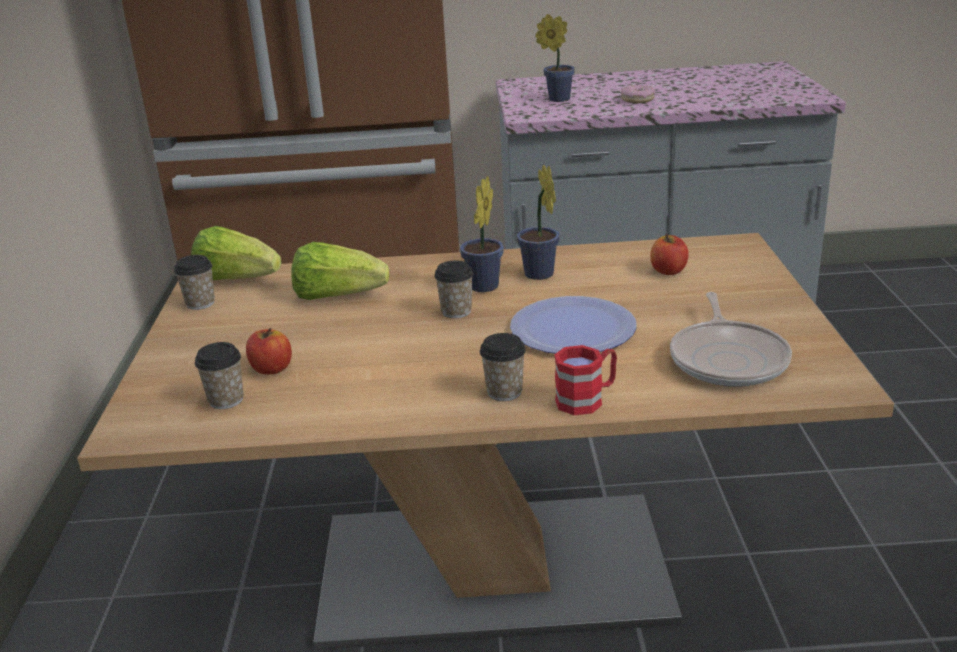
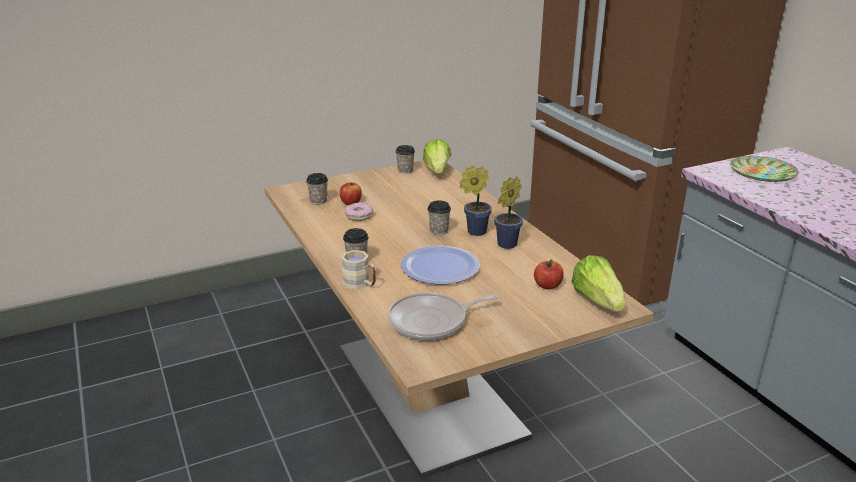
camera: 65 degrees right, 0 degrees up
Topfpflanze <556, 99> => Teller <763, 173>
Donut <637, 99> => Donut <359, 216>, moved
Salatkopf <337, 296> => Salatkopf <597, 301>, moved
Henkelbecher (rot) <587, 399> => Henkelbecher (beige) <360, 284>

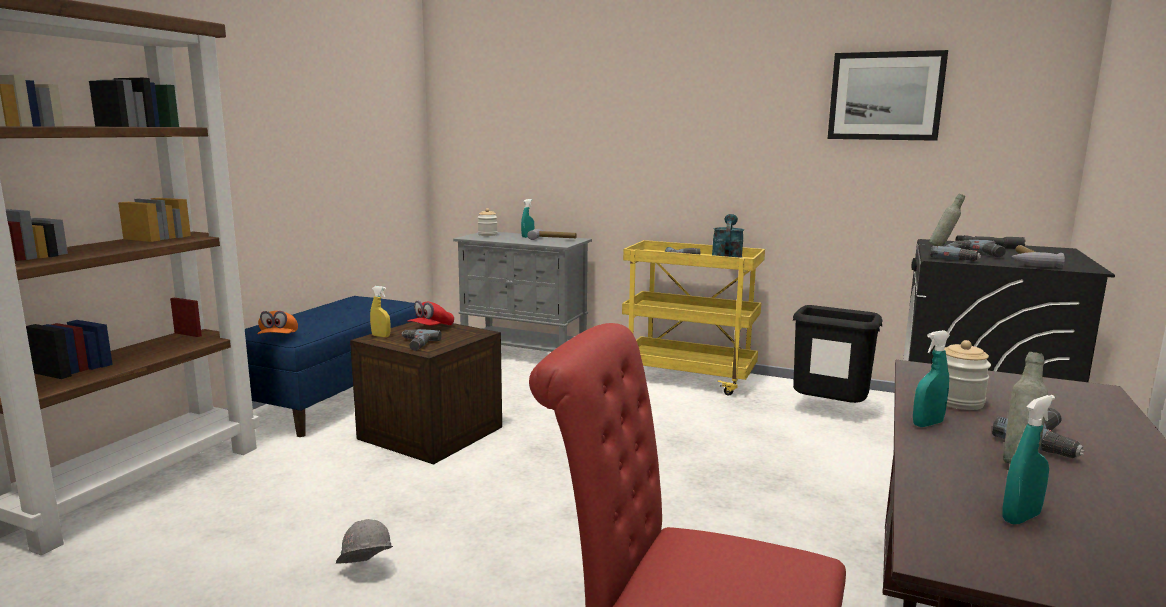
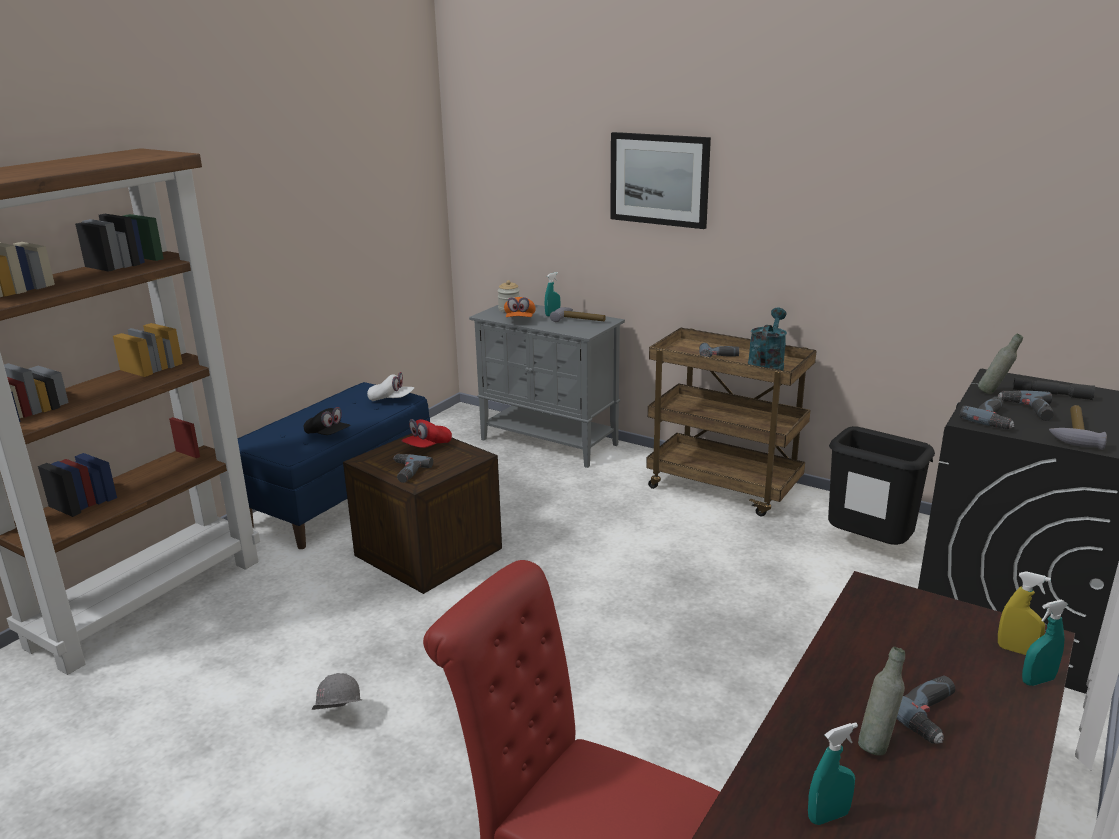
camera: 10 degrees right, 10 degrees up
Bild <885, 96> => Bild <659, 179>, moved
Rollwagen (gelb) <689, 378> => Rollwagen (braun) <725, 488>
Sprühflasche (gelb) <381, 336> => Sprühflasche (gelb) <1016, 650>, moved
Kappe (orange) <278, 338> => Kappe (orange) <520, 320>, moved
Sprühflasche (türkis) <927, 424> => Sprühflasche (türkis) <1037, 680>, moved
Vorratsglas <958, 402> => nothing
nothing => Kappe (weiß) <391, 399>
nothing => Kappe (schwarz) <328, 435>

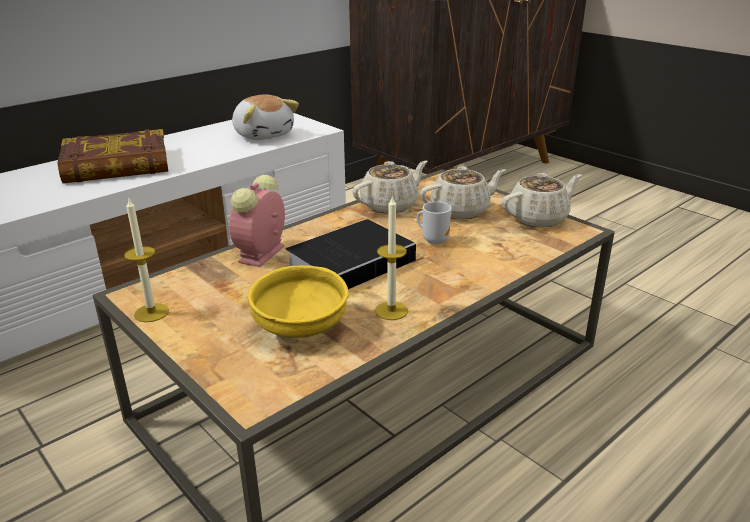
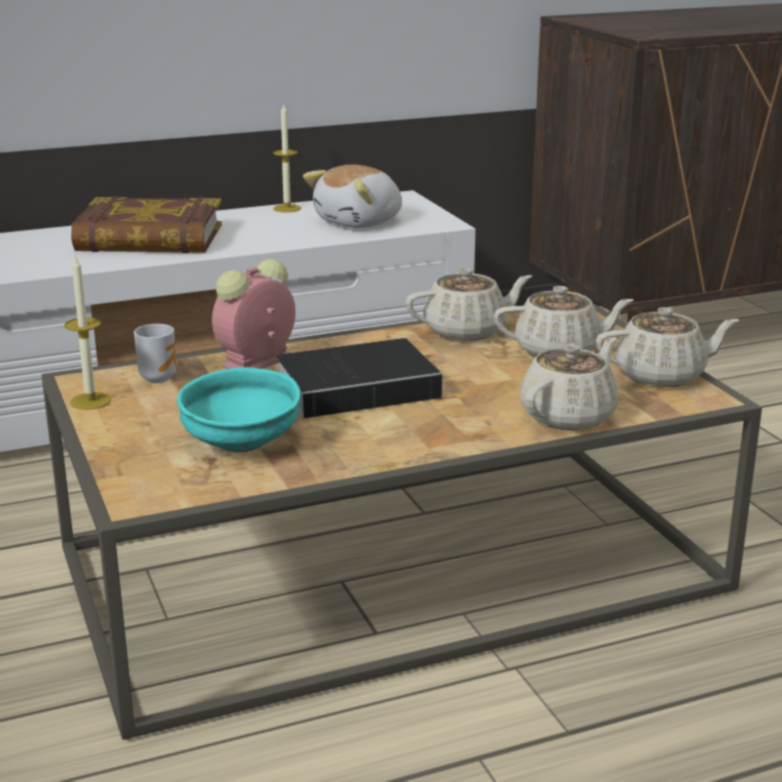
camera: 20 degrees right, 5 degrees down
Plüschtier <264, 135> => Plüschtier <360, 222>, 60 degrees clockwise
Kerze <391, 311> => Kerze <287, 208>, moved
Henkelbecher <434, 240> => Henkelbecher <158, 377>, moved
Schüssel (gelb) <300, 329> => Schüssel (türkis) <240, 444>
nothing => Teekanne (beige) <569, 416>

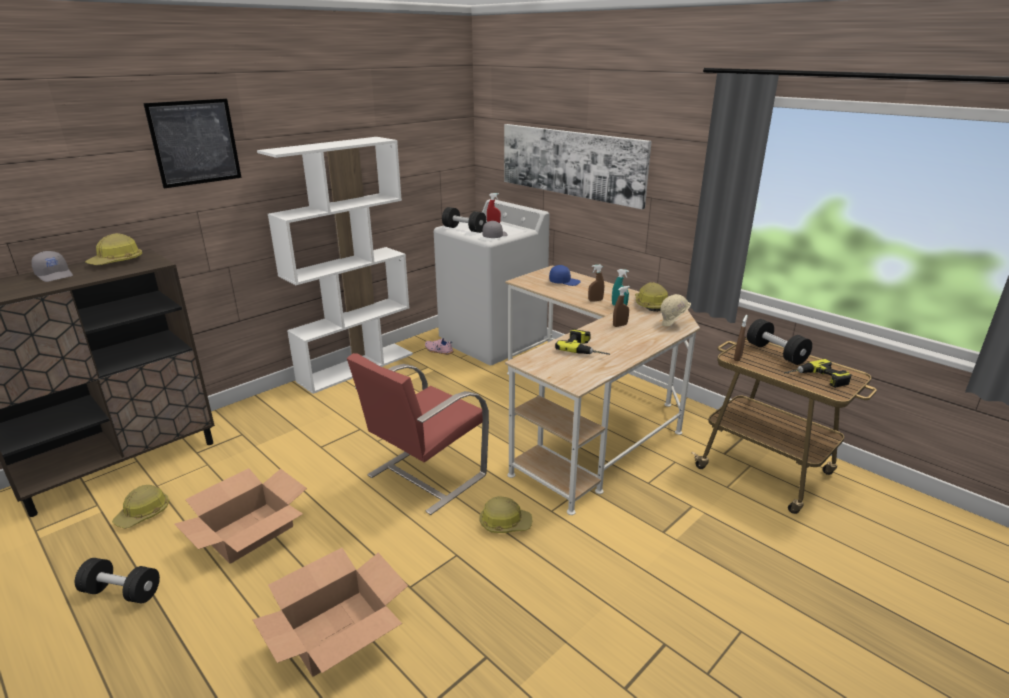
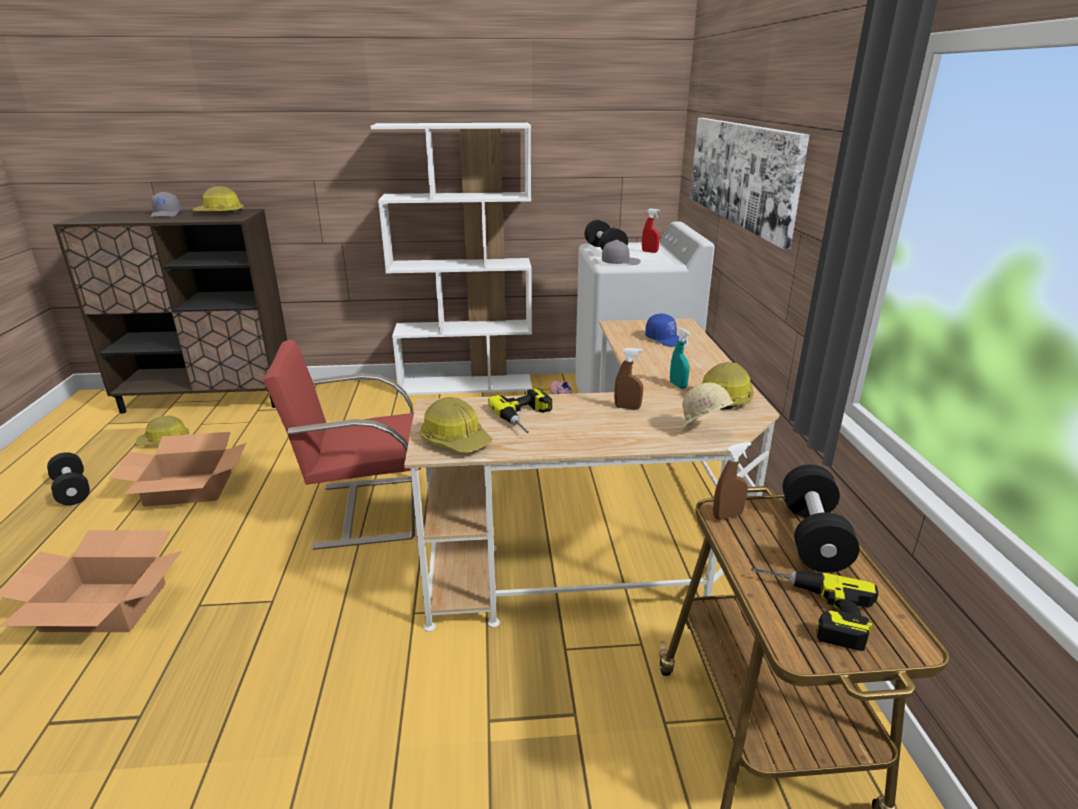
camera: 40 degrees right, 0 degrees up
Bild <195, 142> => nothing
Sprühflasche (braun) <595, 300> => nothing
Schutzhelm <505, 523> => Schutzhelm <455, 440>, moved

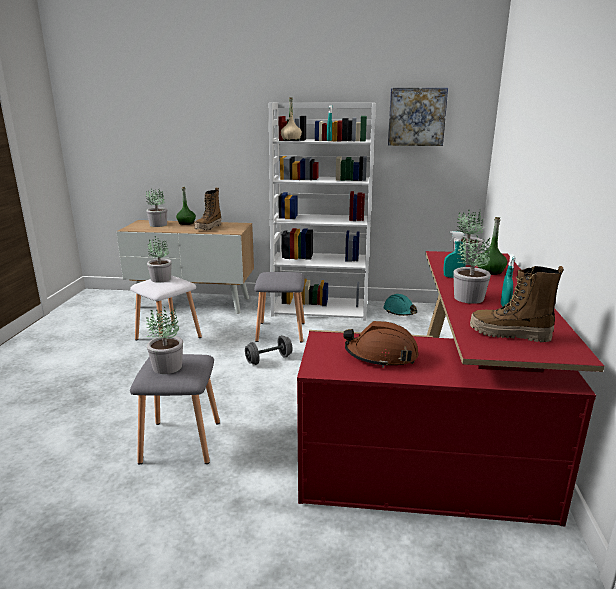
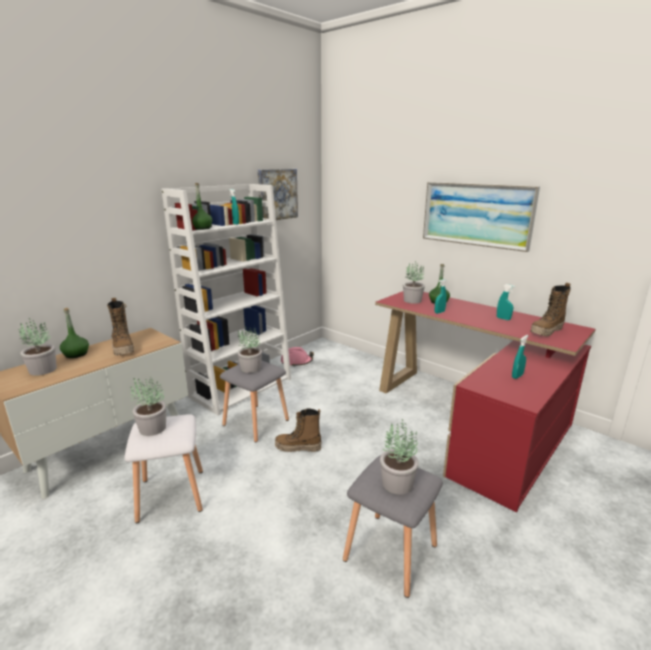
camera: 55 degrees left, 0 degrees up
Flasche (beige) <291, 140> => Flasche (grün) <201, 228>
Topfpflanze <469, 298> => Topfpflanze <250, 368>, moved
Schutzhelm (türkis) <400, 312> => Schutzhelm (rosa) <296, 362>
Schutzhelm (braun) <381, 356> => Sprühflasche (türkis) <517, 376>
Hantel (grau) <269, 359> => Stiefel <298, 448>
nothing => Bild <476, 214>

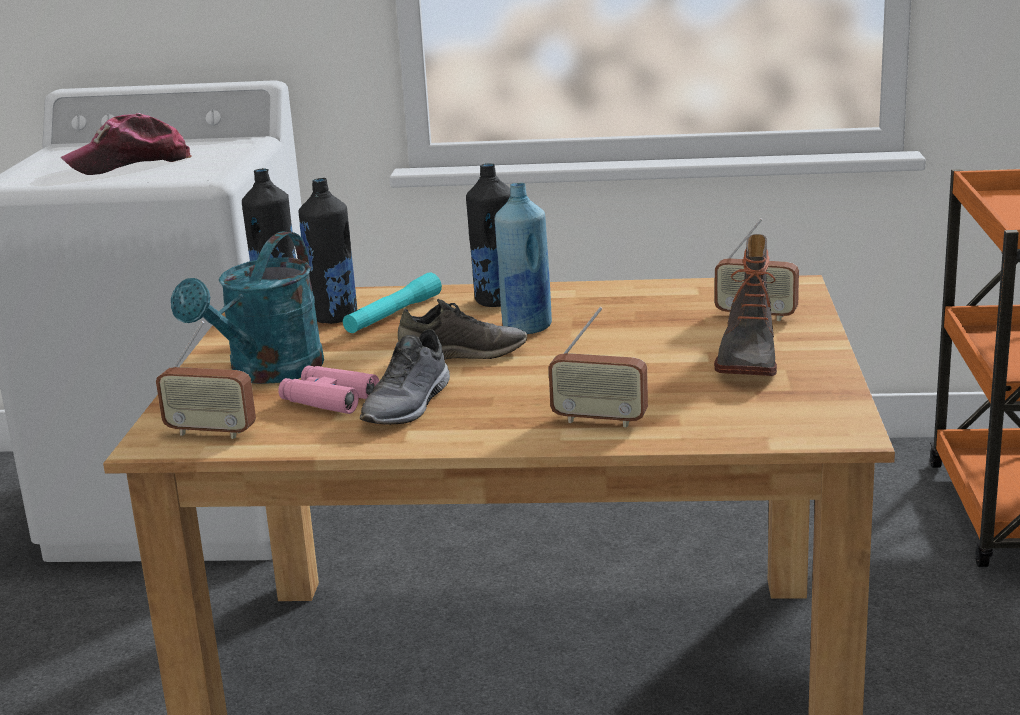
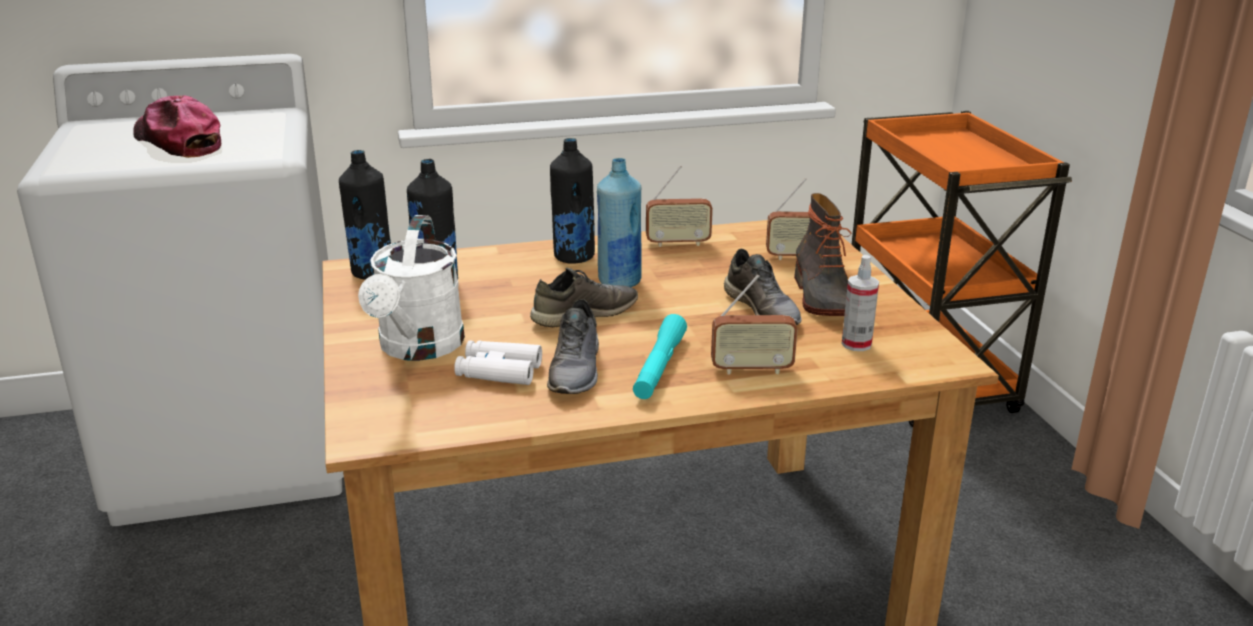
camera: 20 degrees left, 5 degrees up
Kappe <130, 163> => Kappe <177, 142>, 90 degrees clockwise
Gießkanne (türkis) <267, 373> => Gießkanne (weiß) <418, 348>
Taschenlampe (türkis) <393, 315> => Taschenlampe (türkis) <659, 367>, moved
Radio <211, 432> => Radio <678, 243>, moved
Fernglas (rosa) <329, 400> => Fernglas (weiß) <498, 371>
nothing => Schuh (grau) <763, 309>
nothing => Sprühflasche <856, 344>

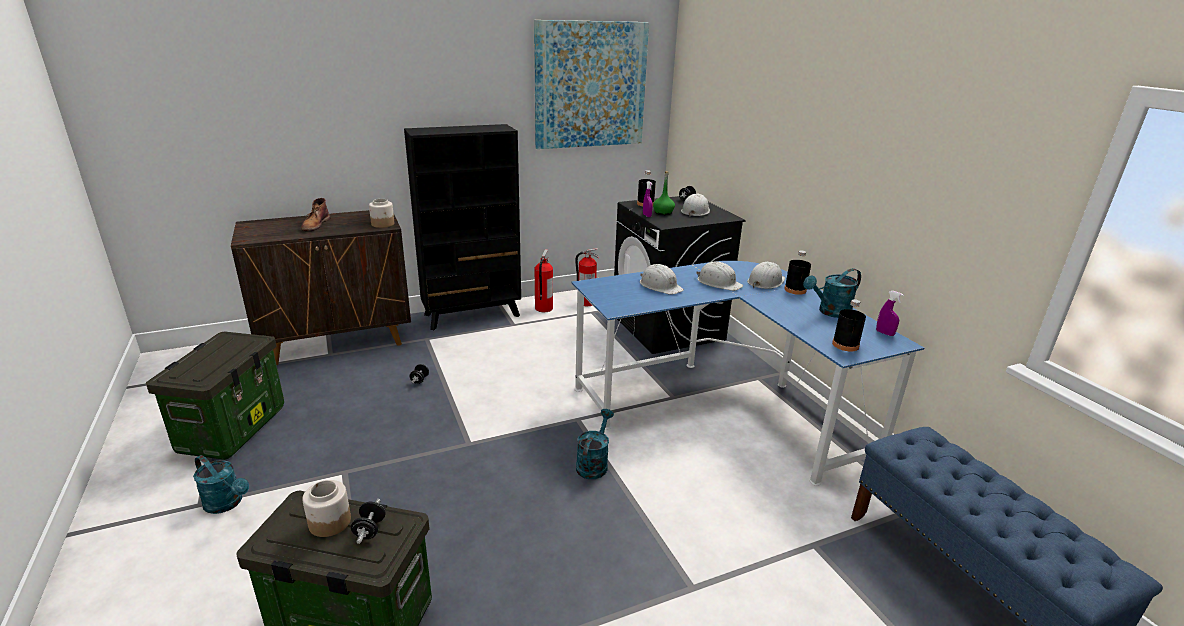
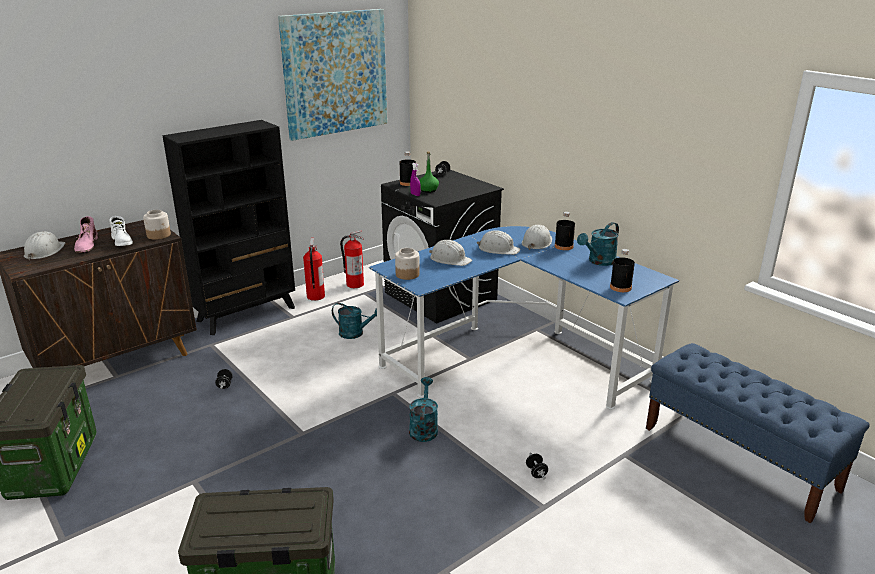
camera: 15 degrees left, 0 degrees up
Schutzhelm (weiß) <695, 211> => Schutzhelm (weiß) <44, 251>, moved
Stiefel (braun) <315, 225> => Stiefel (rosa) <87, 245>
Sprühflasche (lila) <884, 333> => nothing
Gießkanne (türkis) <227, 504> => Gießkanne (türkis) <355, 333>, moved
Vorratsglas <329, 522> => Vorratsglas <407, 274>, moved
Hantel (schwarz) <370, 530> => Hantel (schwarz) <536, 472>, moved
nothing => Stiefel (weiß) <122, 241>

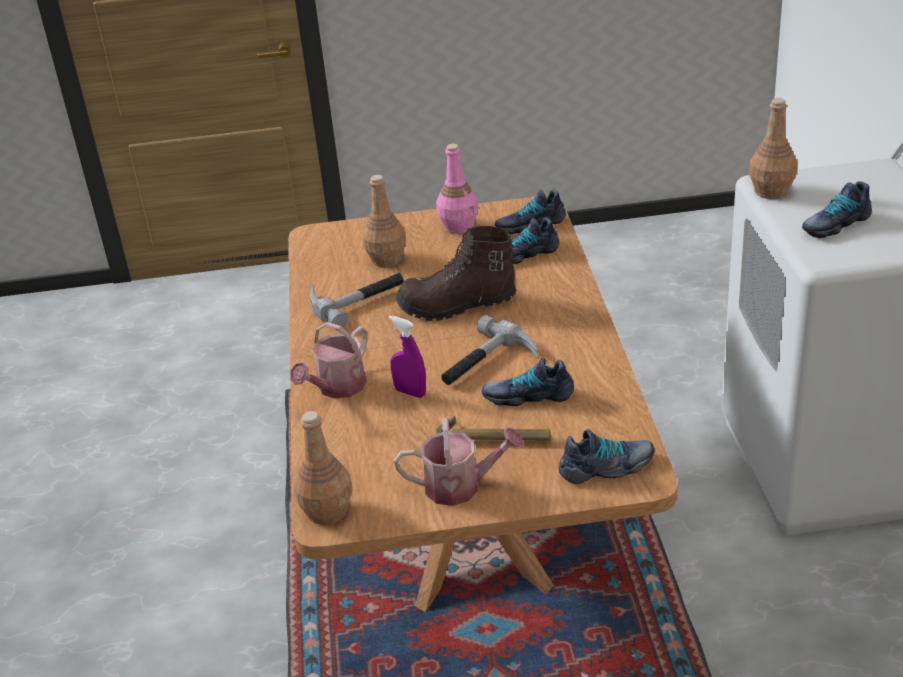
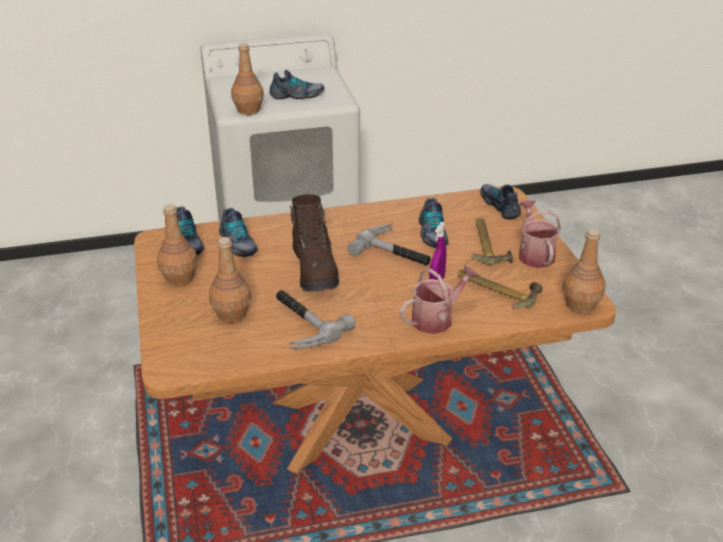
camera: 100 degrees left, 0 degrees up
Flasche (rosa) <459, 226> => Flasche (braun) <179, 278>
Schuh <835, 224> => Schuh <297, 95>, 60 degrees counterclockwise
Gießkanne <337, 388> => Gießkanne <437, 318>, 60 degrees counterclockwise
nothing => Hammer <497, 290>

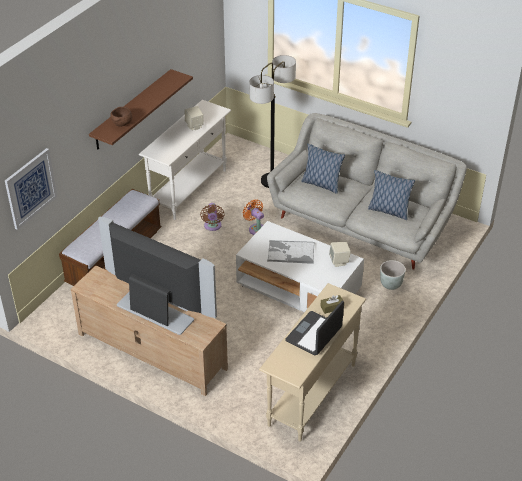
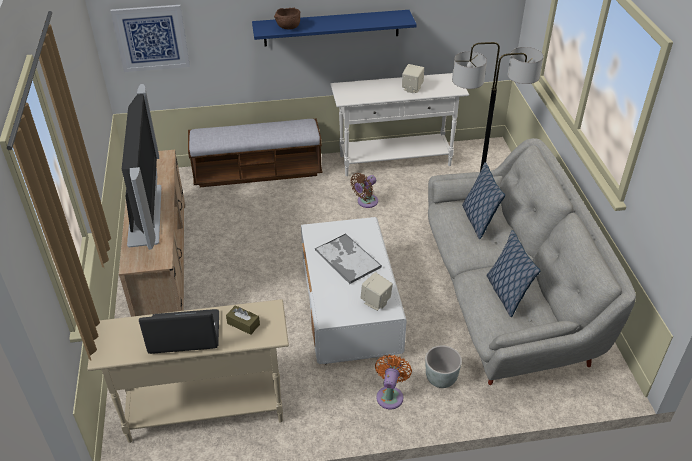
camera: 50 degrees right, 0 degrees up
Wandregal (braun) <132, 110> => Wandregal (blau) <331, 28>
Ventilator (orange) <256, 228> => Ventilator (orange) <390, 395>, moved

